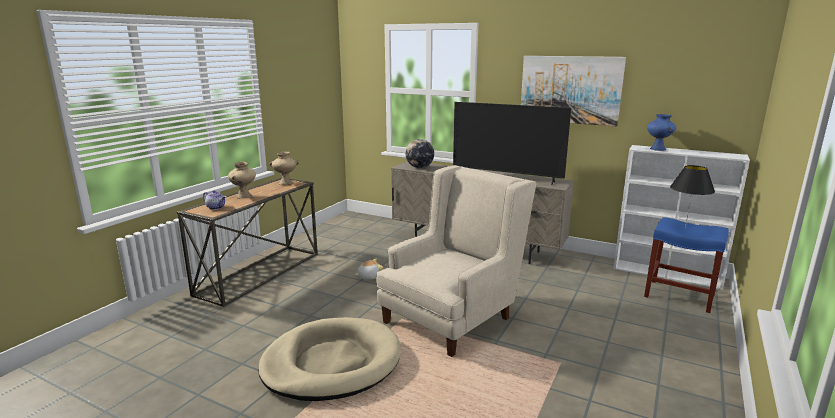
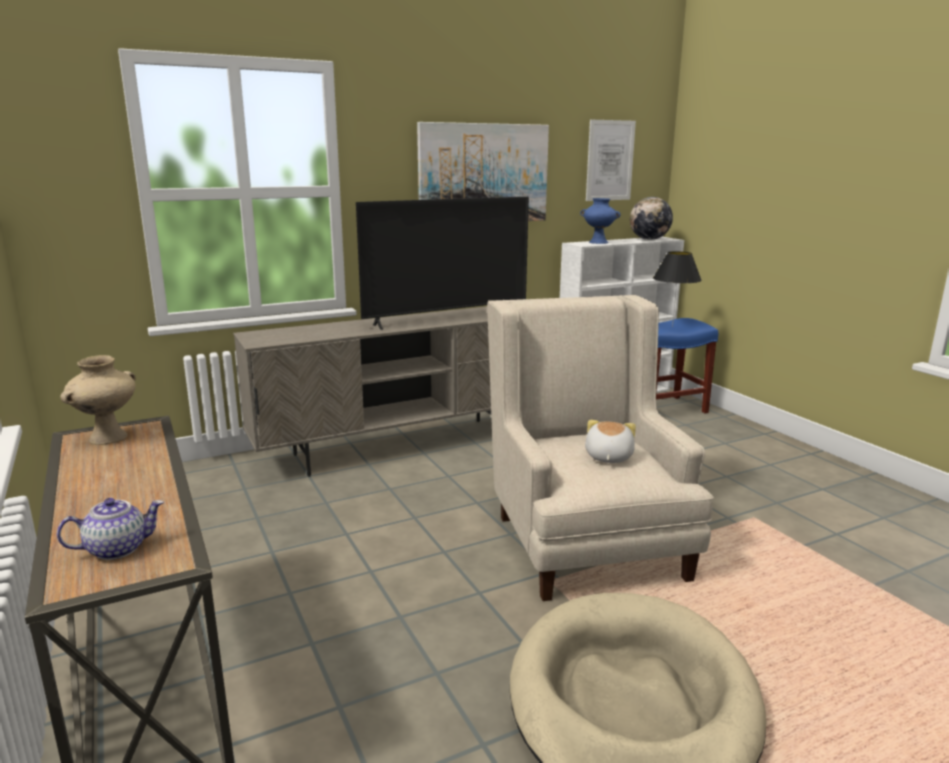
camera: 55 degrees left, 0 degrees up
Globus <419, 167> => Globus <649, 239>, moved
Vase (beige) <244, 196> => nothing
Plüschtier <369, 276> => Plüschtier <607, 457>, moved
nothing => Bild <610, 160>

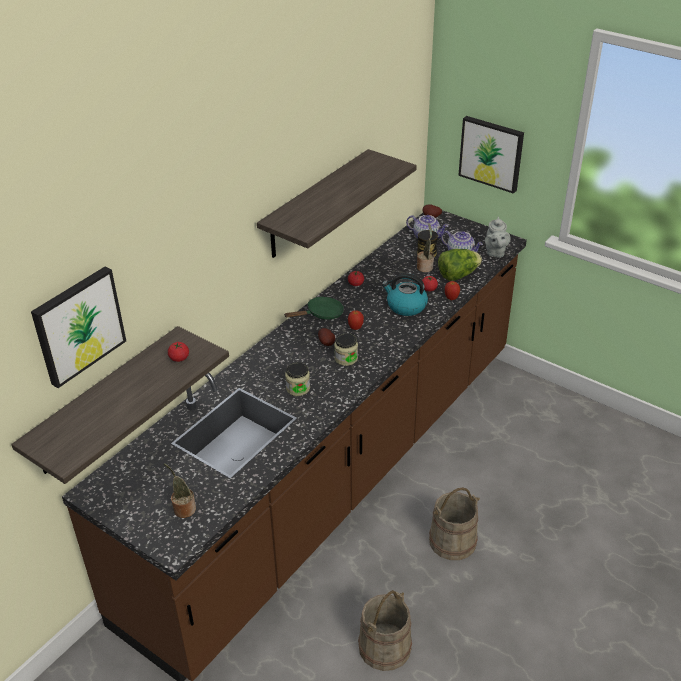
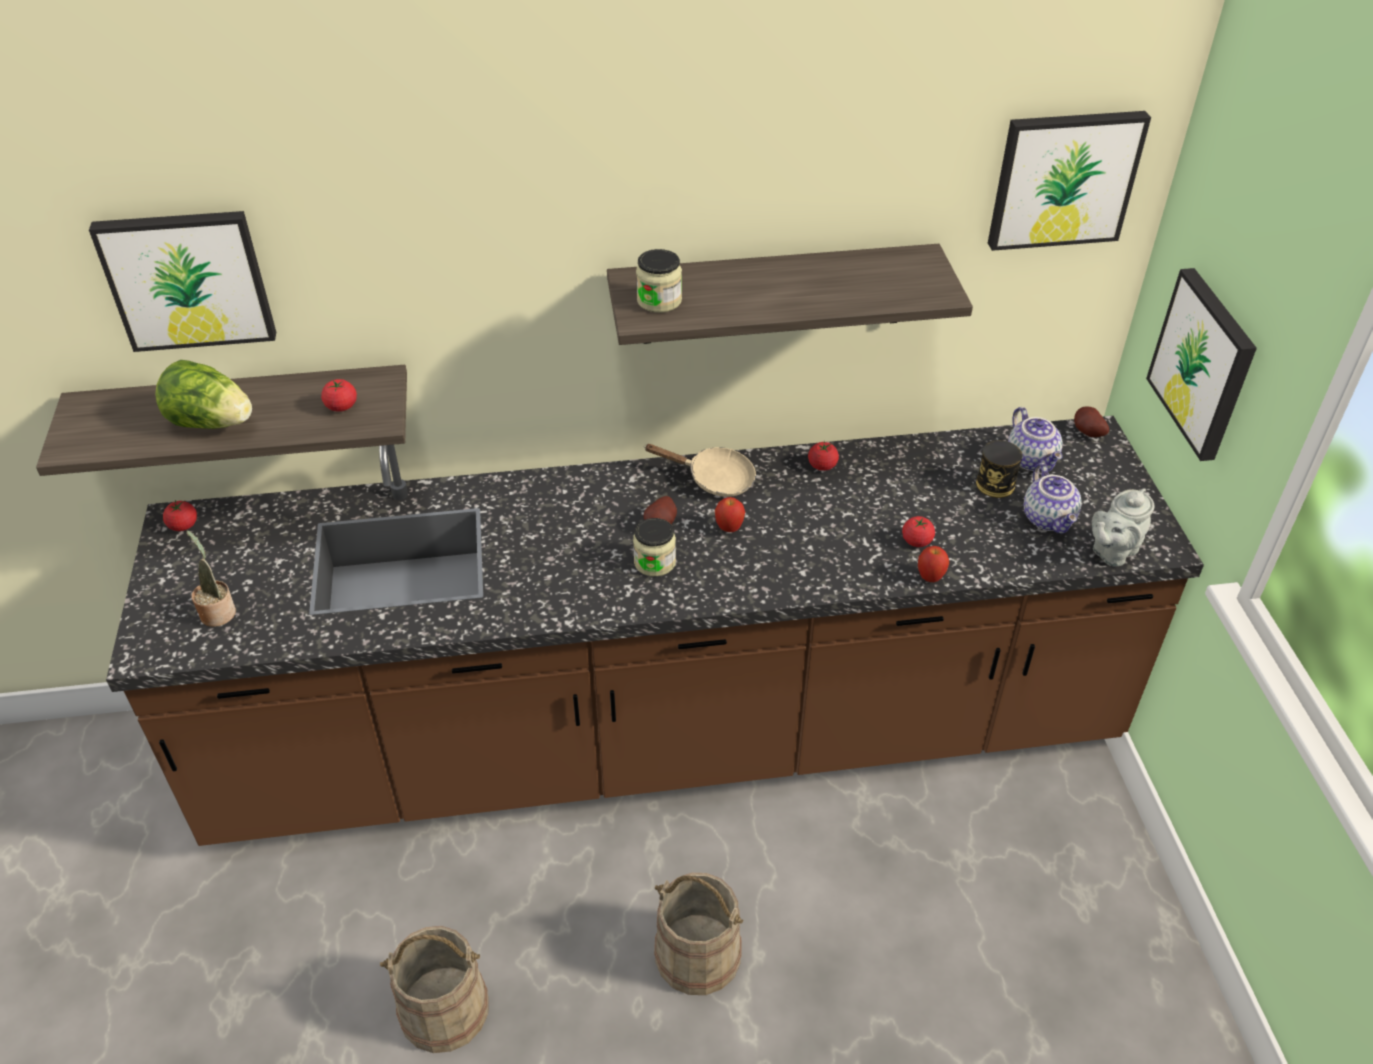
camera: 45 degrees right, 5 degrees up
Topfpflanze <425, 267> => nothing
Salatkopf <458, 275> => Salatkopf <212, 423>, moved
Wasserkessel <405, 306> => nothing
Pfanne (grün) <321, 314> => Pfanne (beige) <714, 479>
Vorratsglas <298, 388> => Vorratsglas <659, 300>, moved
nothing => Bild <1063, 178>
nothing => Tomate <183, 525>

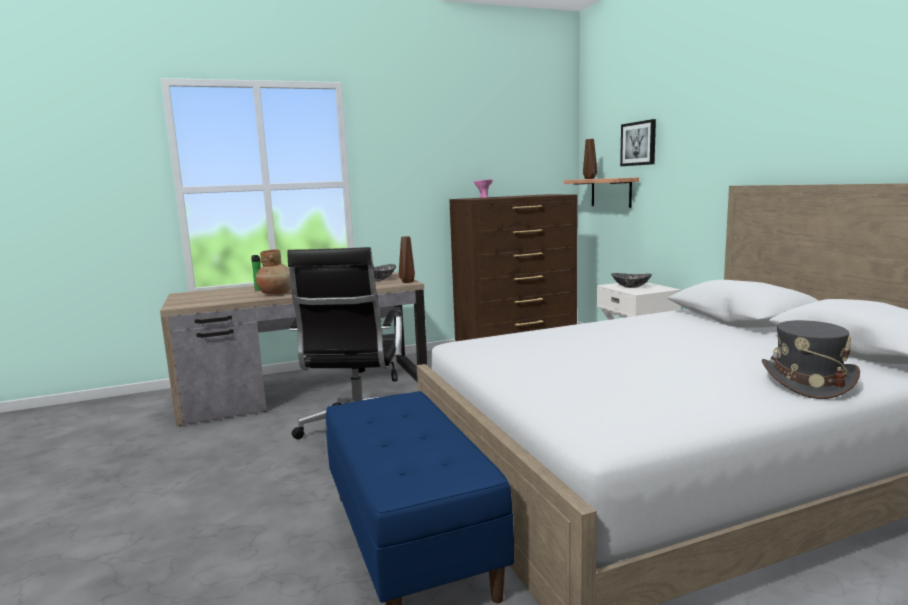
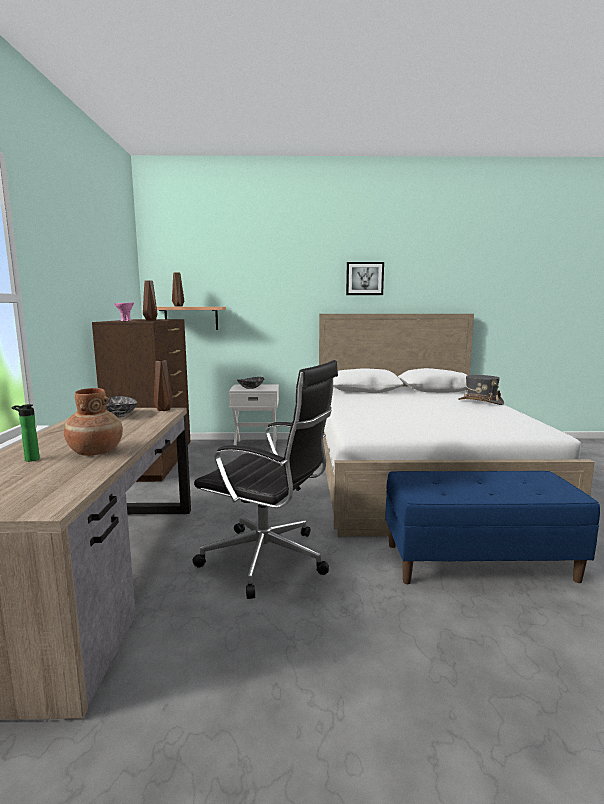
camera: 70 degrees left, 0 degrees up
Bild <638, 143> => Bild <364, 278>, moved
nothing => Vase (braun) <150, 320>

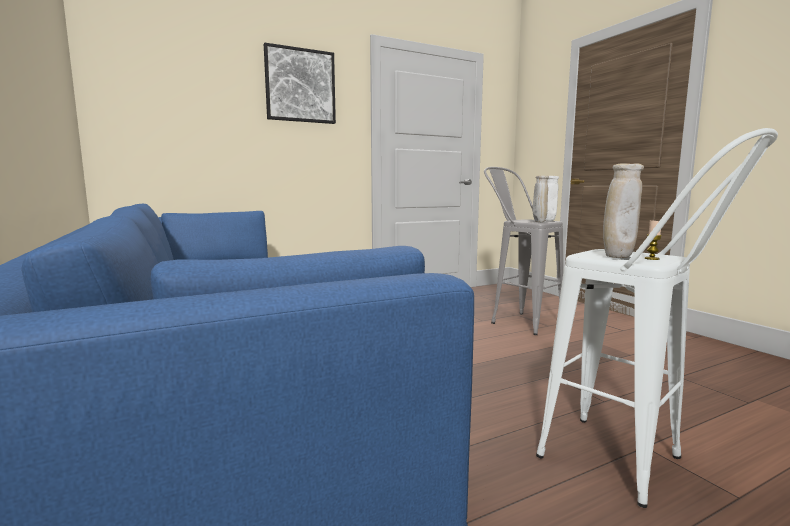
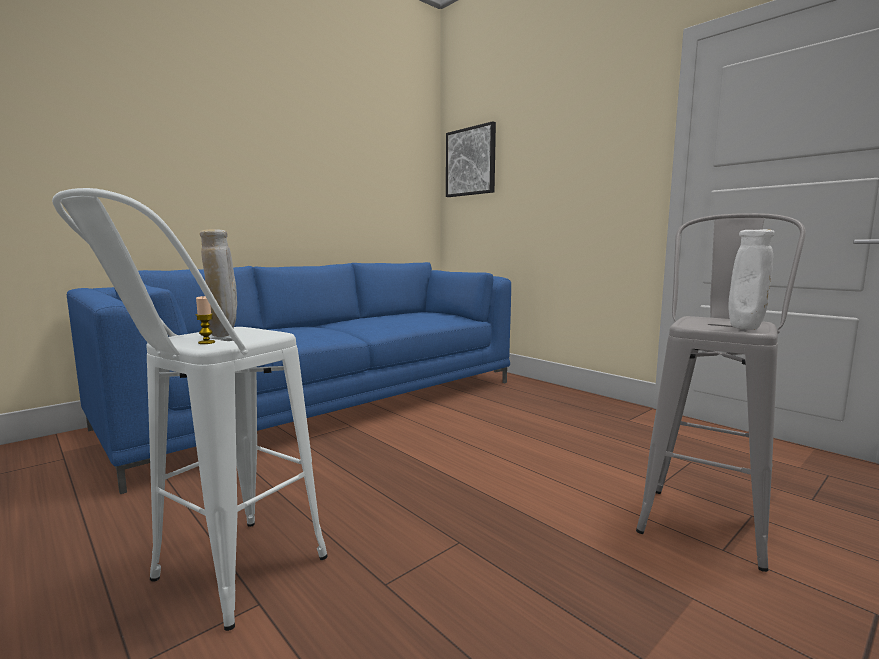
camera: 75 degrees right, 0 degrees up
Bild <300, 85> => Bild <471, 161>, moved
Vase (beige) <539, 222> => nothing

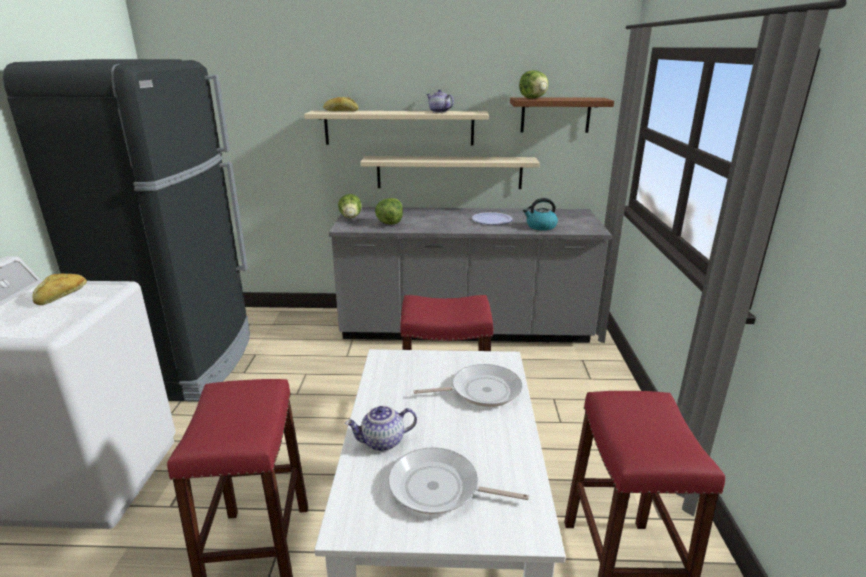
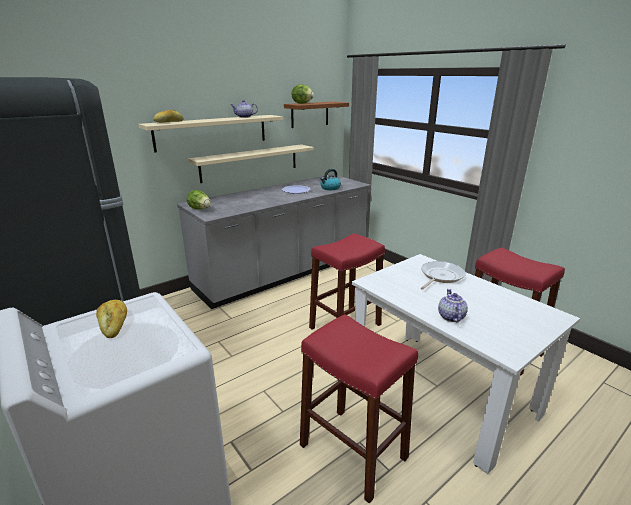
camera: 40 degrees left, 0 degrees up
Salatkopf <389, 223> => nothing
Teekanne <382, 442> => Teekanne <450, 317>, 150 degrees clockwise
Pfanne <439, 488> => nothing

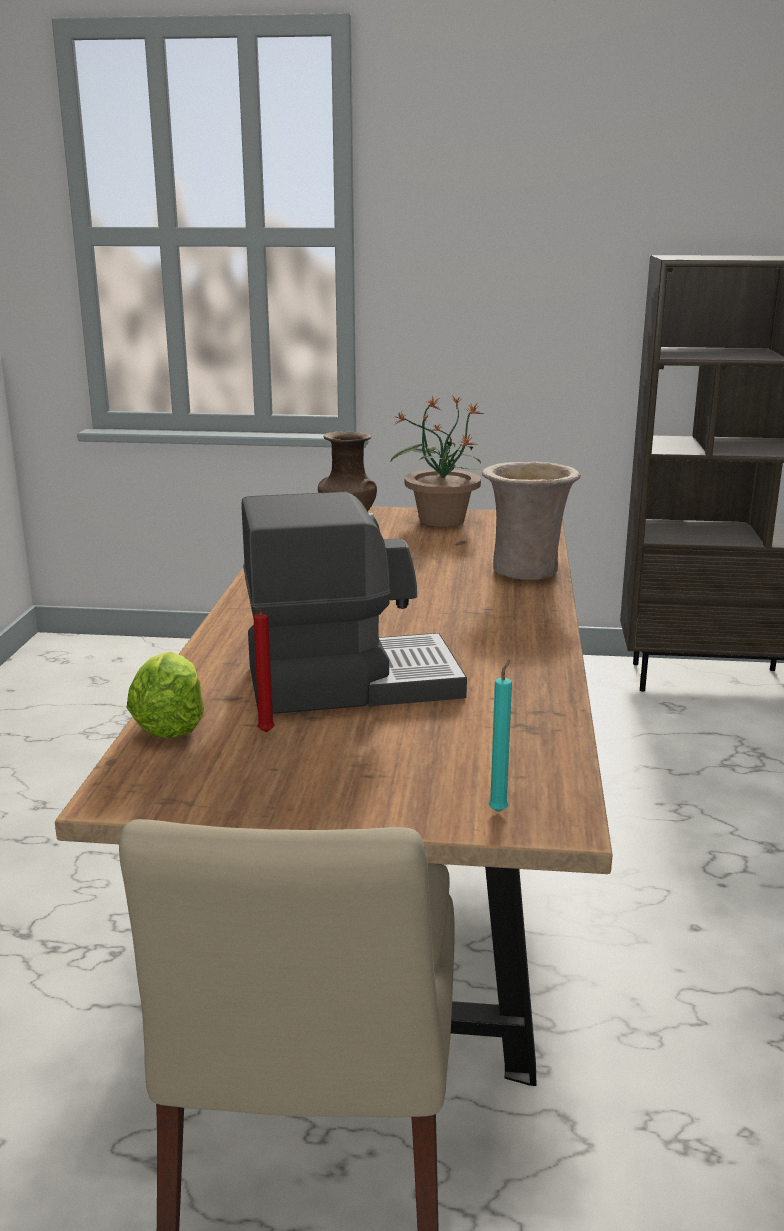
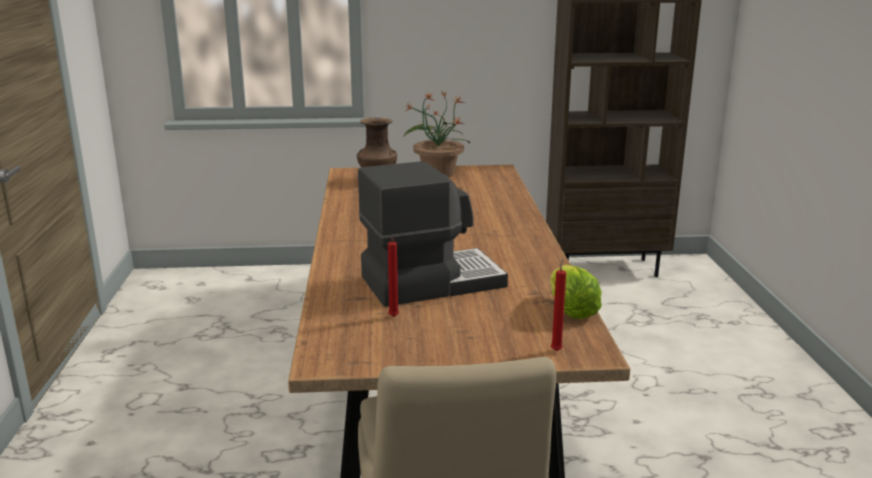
camera: 10 degrees left, 0 degrees up
Vase (beige) <525, 570> => nothing
Salatkopf <170, 723> => Salatkopf <570, 310>, moved
Kerze (türkis) <499, 810> => Kerze (rot) <556, 350>

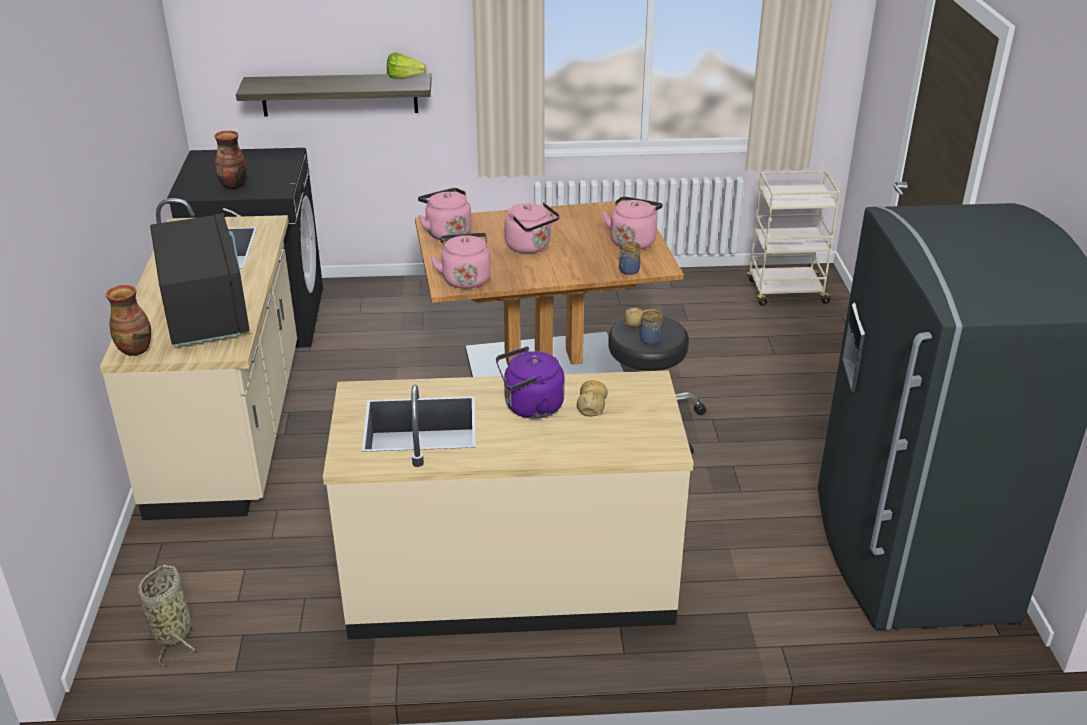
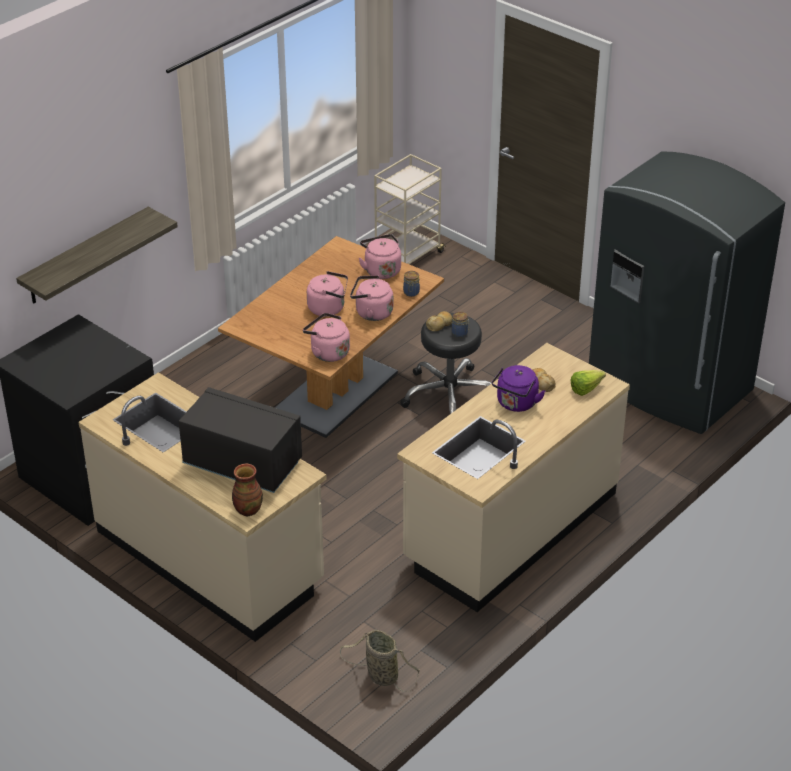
camera: 45 degrees left, 5 degrees up
Salatkopf <407, 78> => Salatkopf <589, 389>, moved
Vase <233, 185> => nothing
Wasserkessel (rosa) <447, 232> => Wasserkessel (rosa) <371, 313>, moved

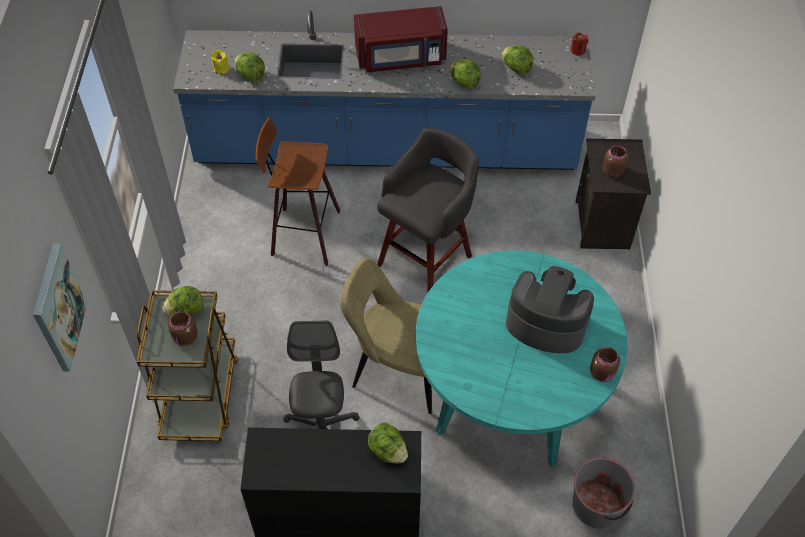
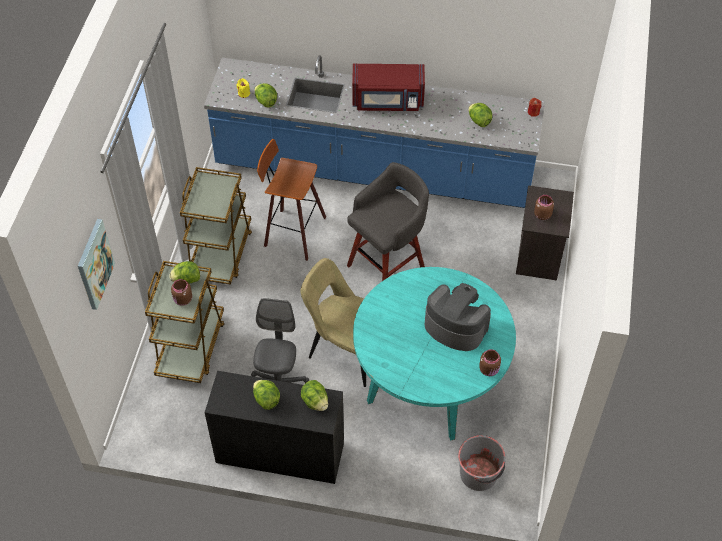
camera: 10 degrees right, 0 degrees up
Salatkopf <464, 82> => Salatkopf <266, 399>, moved
nothing => Rollwagen (braun) <220, 253>

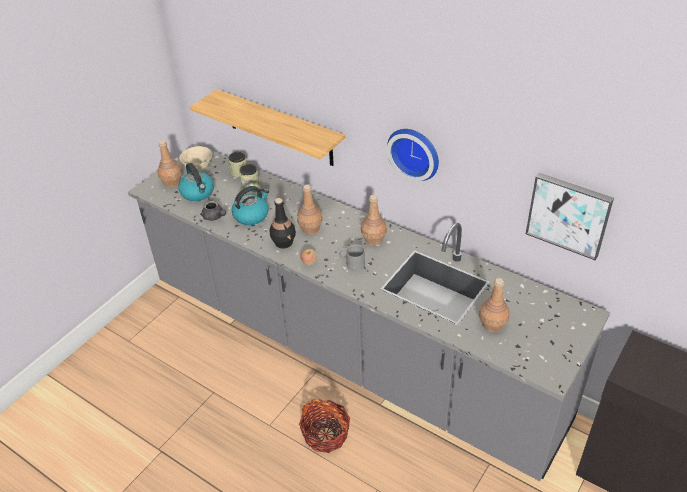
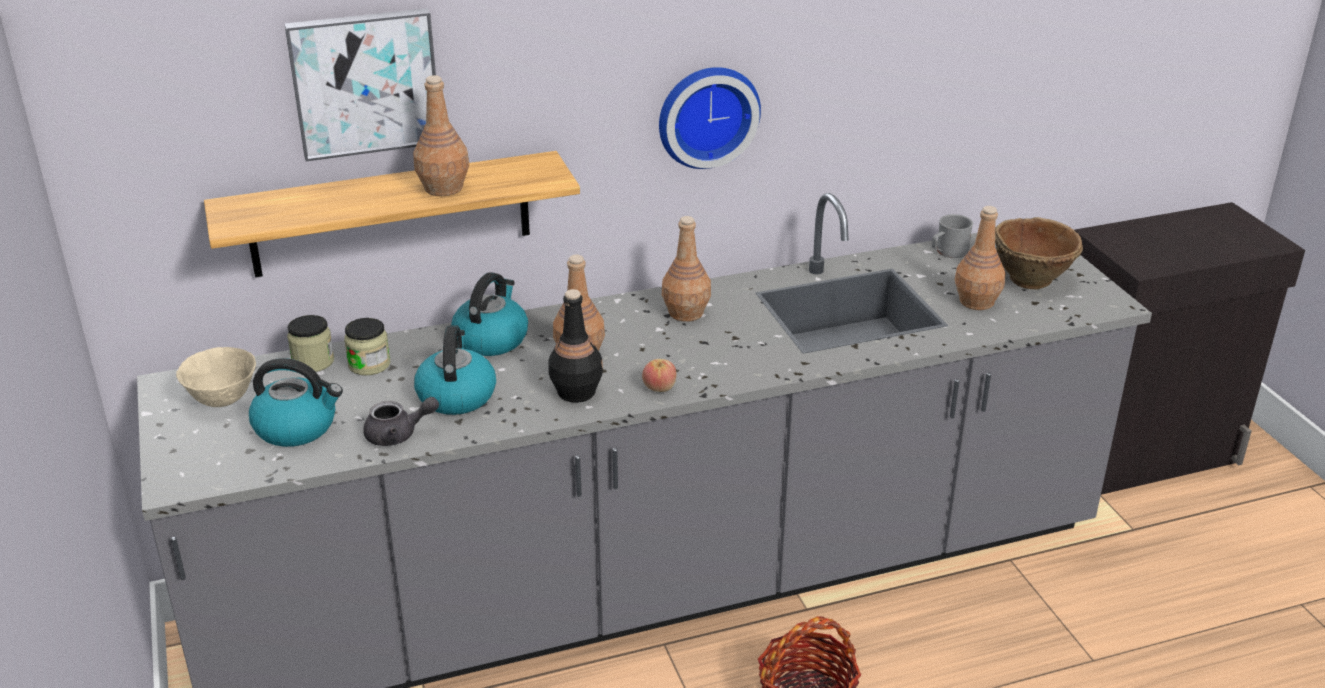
camera: 55 degrees left, 10 degrees down
Flasche (braun) <172, 182> => Flasche (braun) <444, 188>, moved
Bild <568, 214> => Bild <365, 82>, moved
Henkelbecher (grau) <352, 263> => Henkelbecher (grau) <948, 252>, moved
nothing => Schüssel (braun) <1031, 278>
nothing => Wasserkessel <491, 339>

